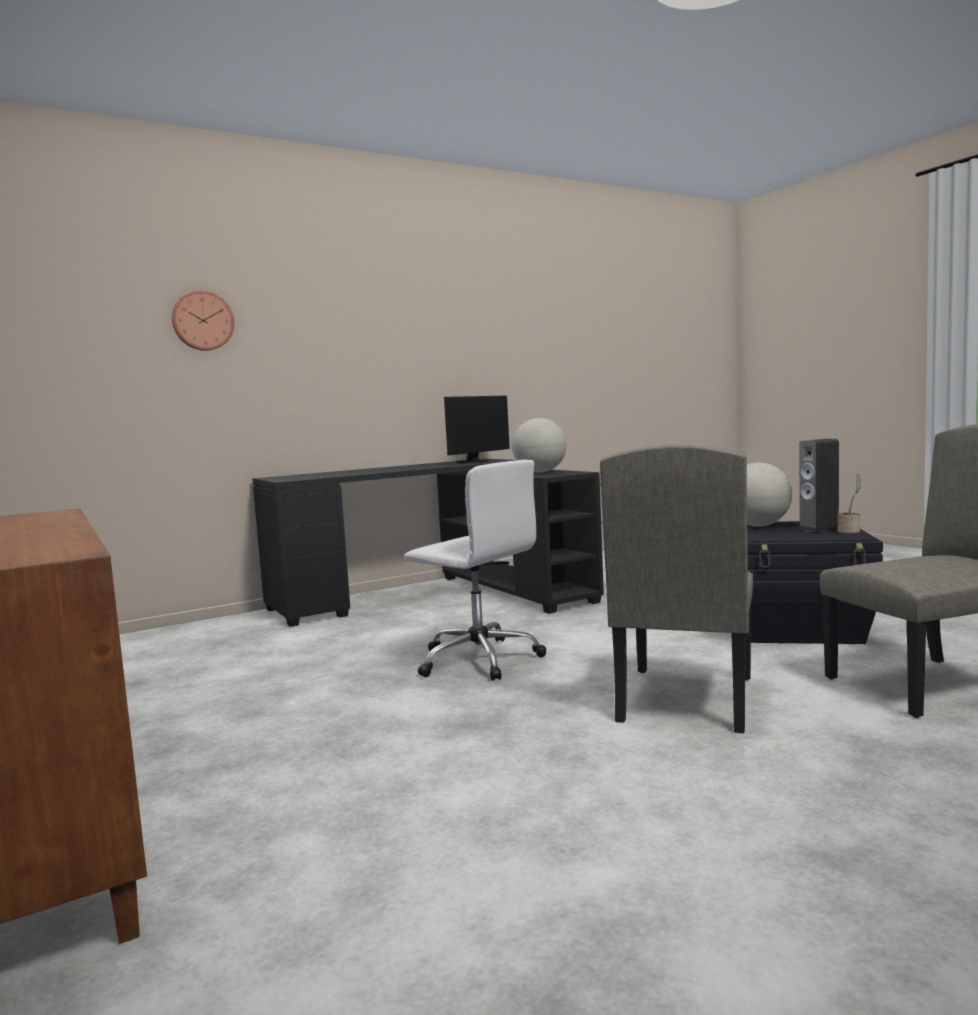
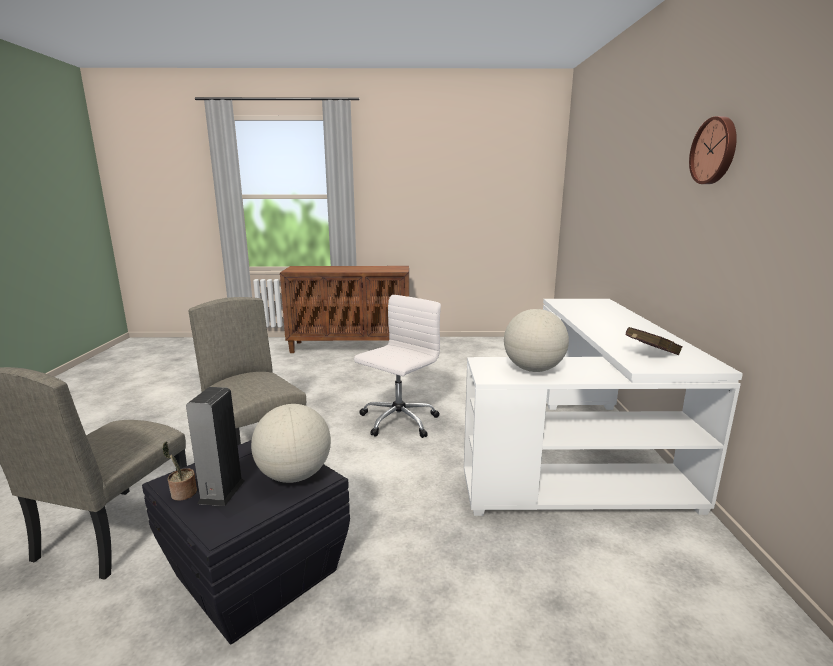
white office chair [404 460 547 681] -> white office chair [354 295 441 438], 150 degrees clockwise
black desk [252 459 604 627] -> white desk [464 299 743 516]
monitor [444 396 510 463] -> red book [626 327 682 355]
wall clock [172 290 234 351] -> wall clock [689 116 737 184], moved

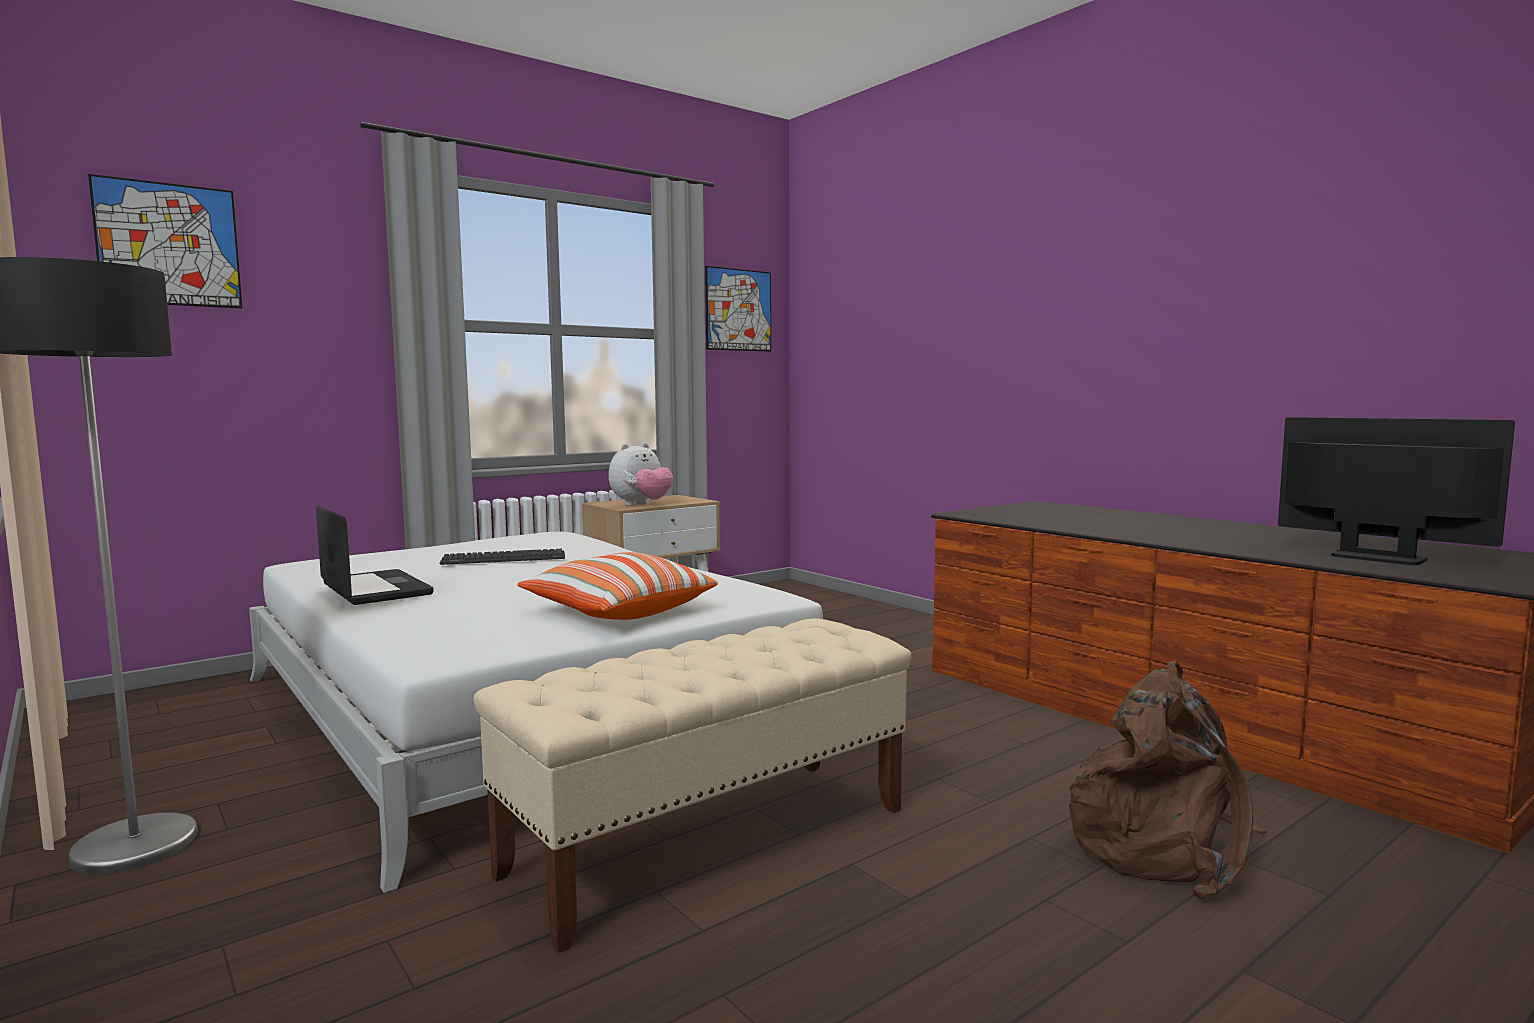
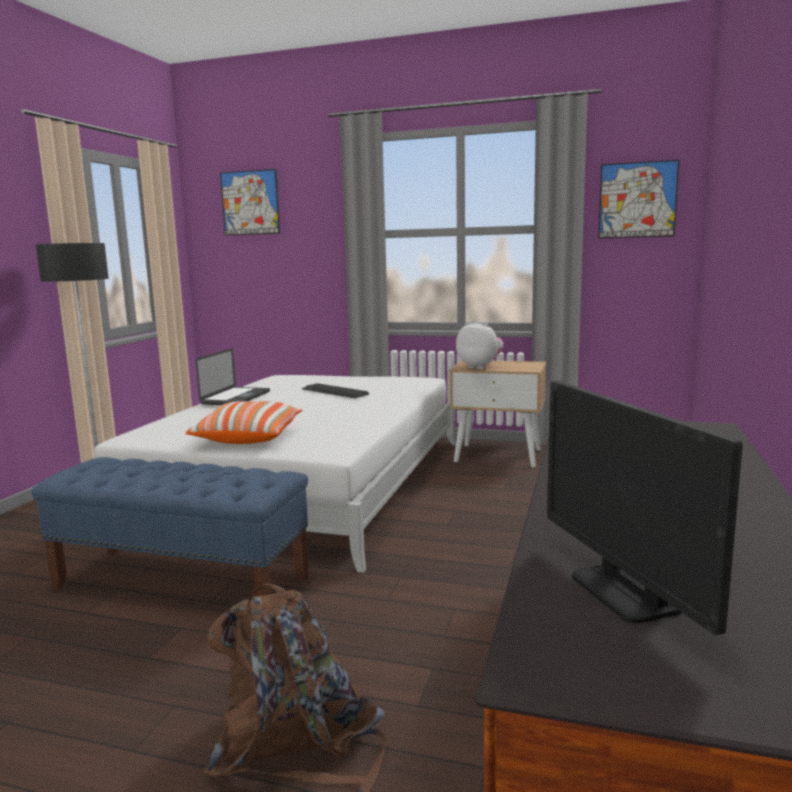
beige bench [474 618 912 953] -> blue bench [31 457 309 597]
plush toy [609 443 673 506] -> plush toy [456 321 504 369], 150 degrees counterclockwise
monitor [1278 417 1515 565] -> monitor [547 381 743 635], 150 degrees clockwise

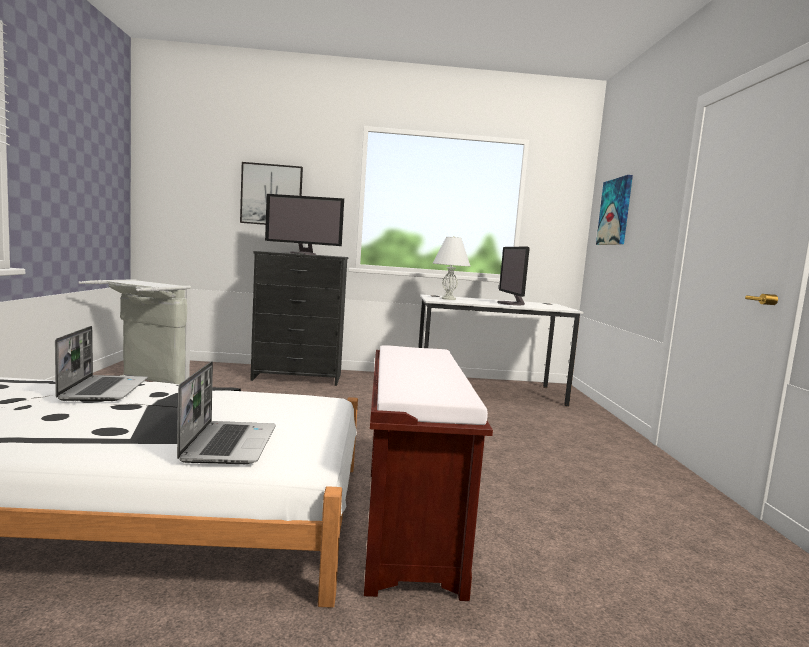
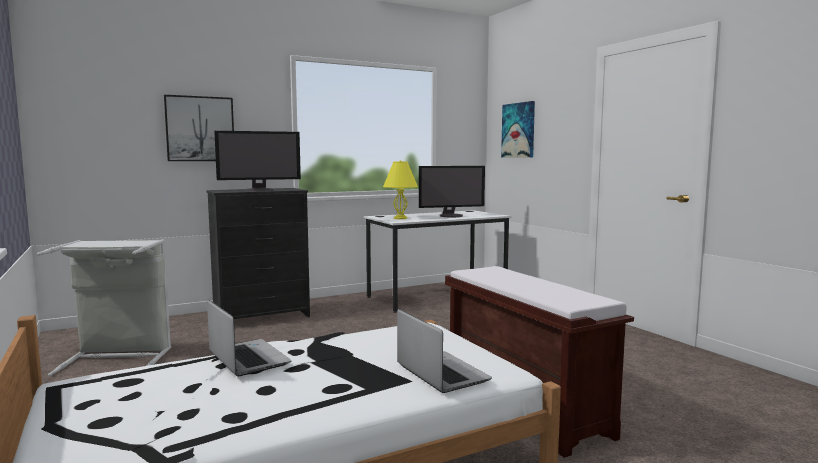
white table lamp [433 236 470 300] -> yellow table lamp [383 160 418 219]
monitor [497 246 530 305] -> monitor [419 166 485 217], 75 degrees counterclockwise

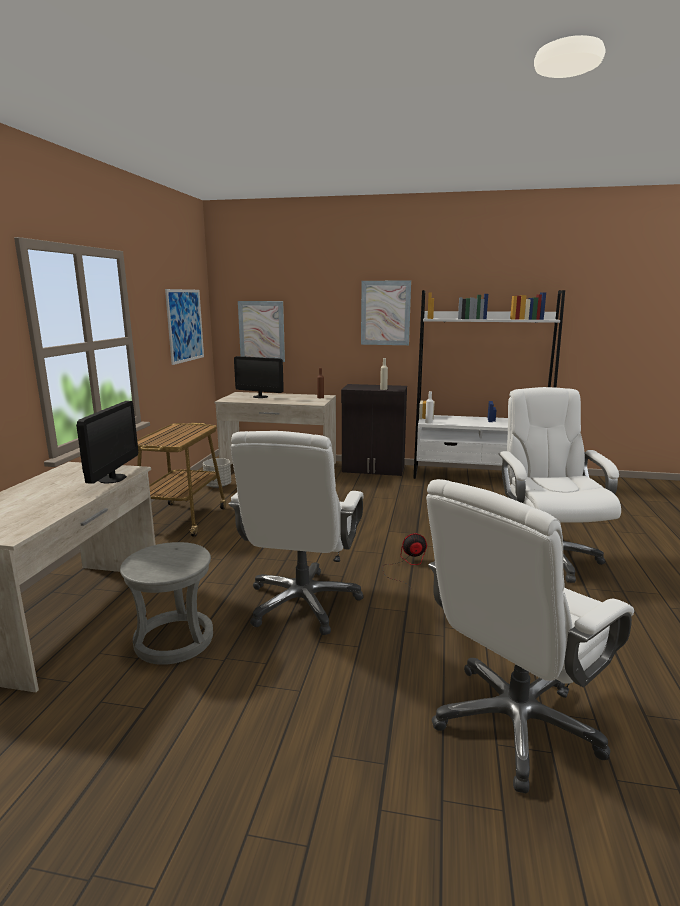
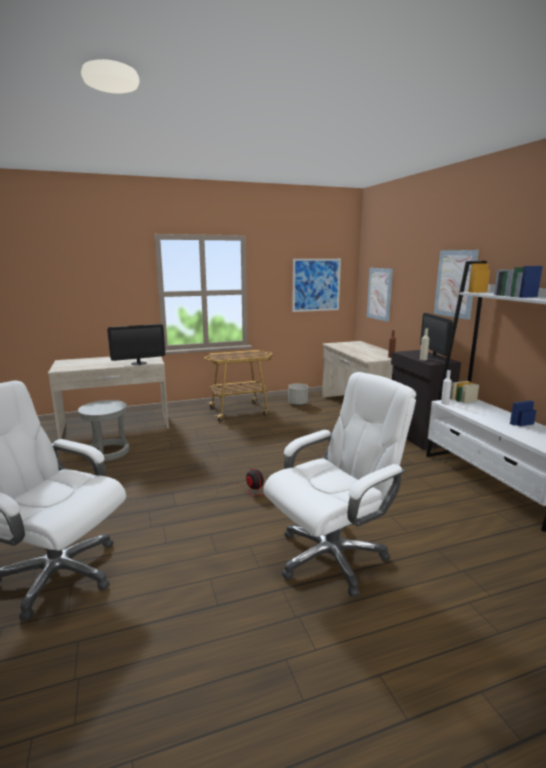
monitor [234 356 284 398] -> monitor [420 313 453 358], moved
white office chair [229 431 364 635] -> none

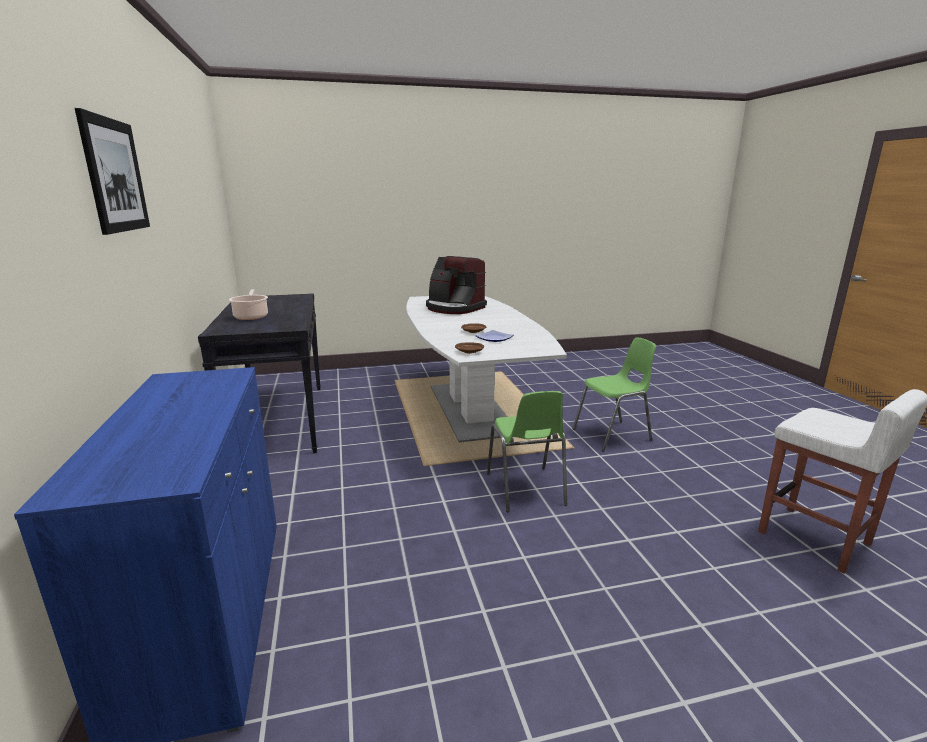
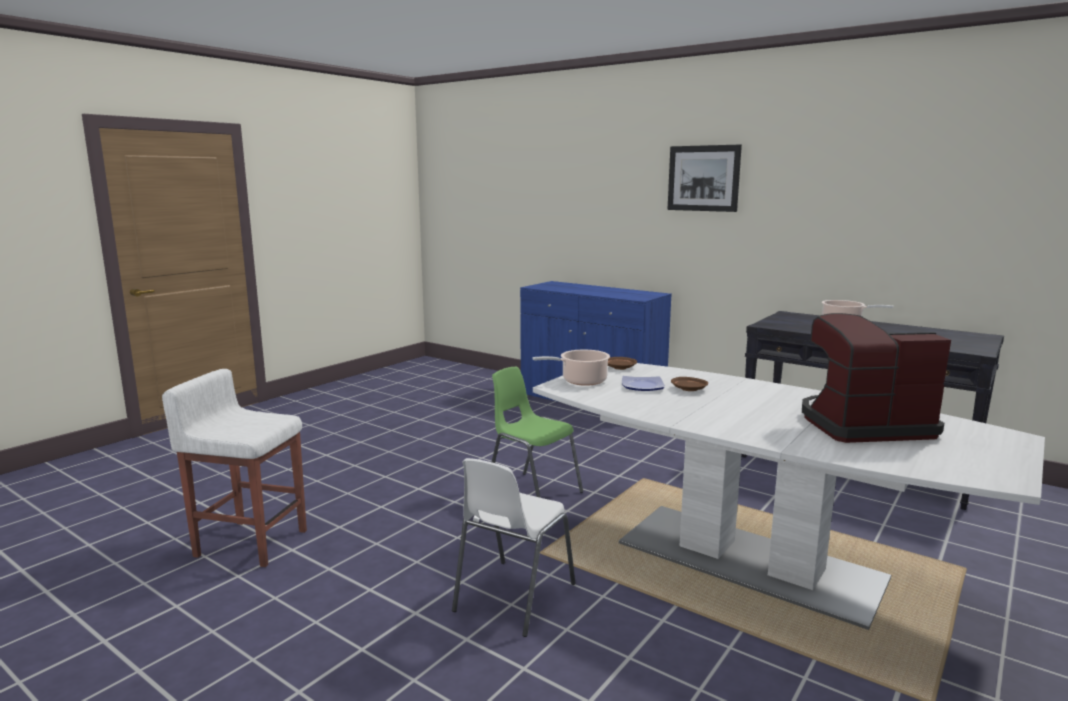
green chair [573 337 656 452] -> white chair [452 458 575 637]
none -> cooking pot [532 350 610 386]

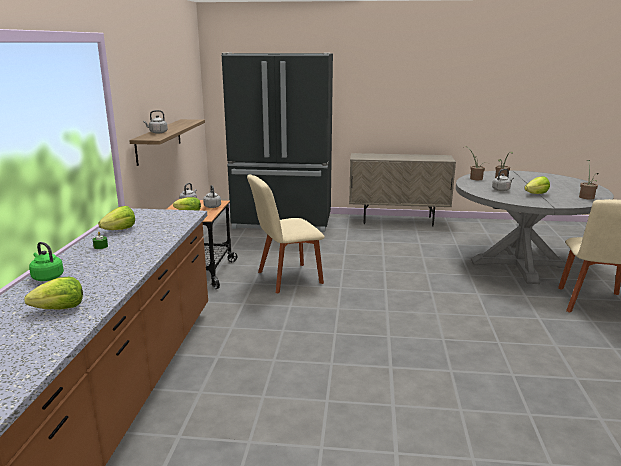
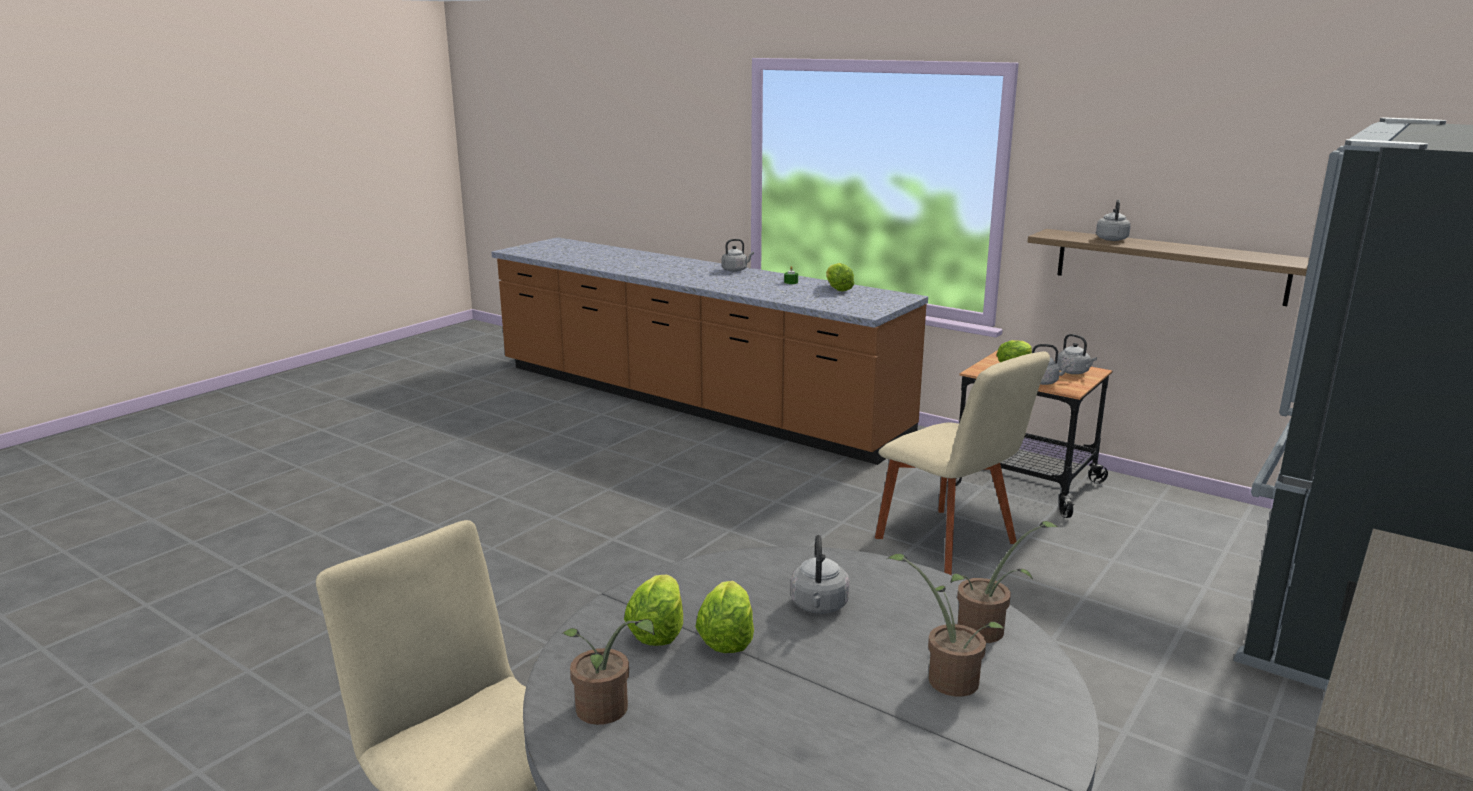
lettuce [24 277 83 310] -> lettuce [624 575 683 646], moved
green kettle [29 242 64 281] -> grey kettle [721 239 754 272]
beige chair [247 174 325 294] -> beige chair [875 351 1050 575], 135 degrees clockwise

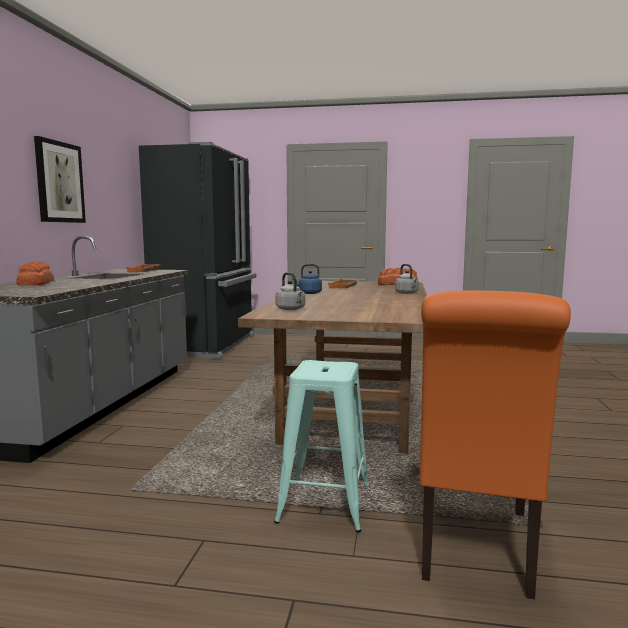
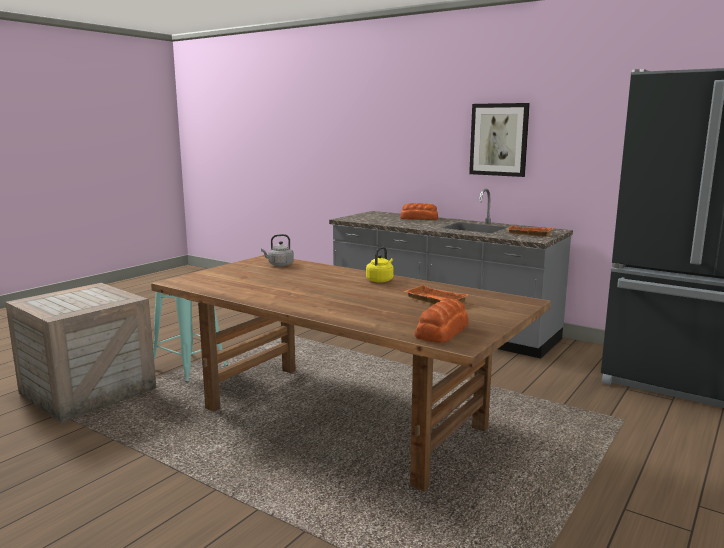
orange chair [419 291 571 599] -> crate [5 283 156 423]
blue kettle [292 264 322 294] -> yellow kettle [366 247 394 282]
grey kettle [395 264 419 294] -> none

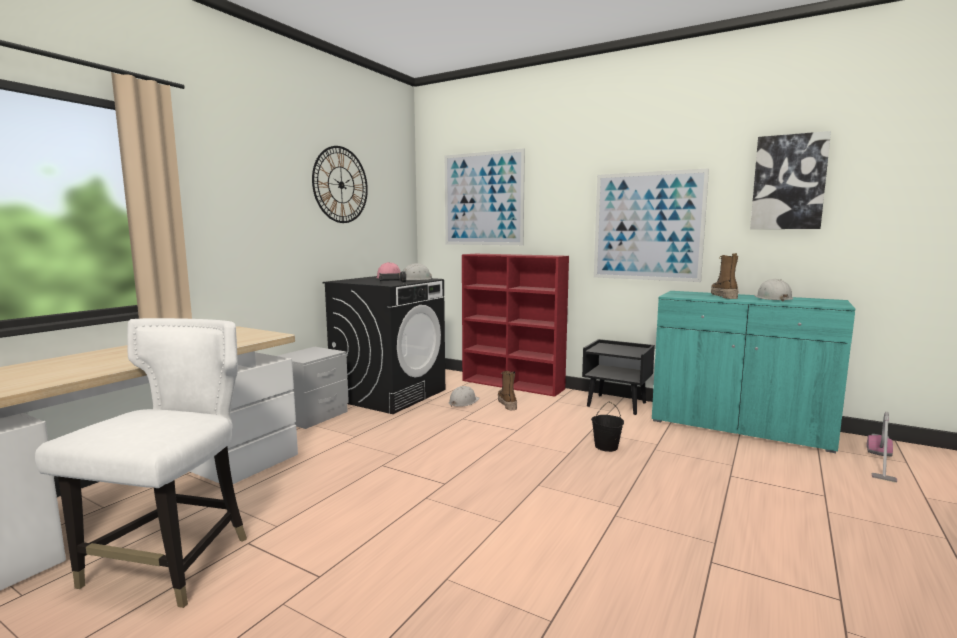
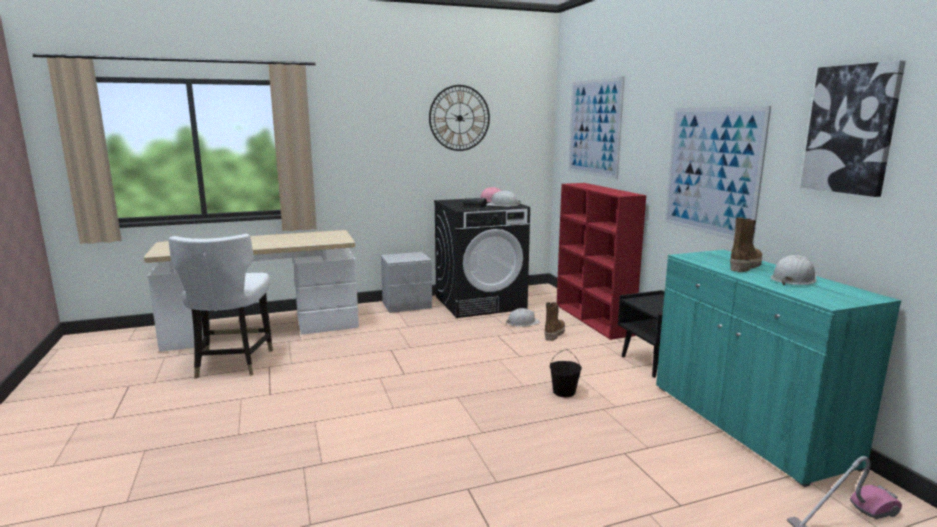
white chair [35 318 247 608] -> white chair [168 234 273 379], 120 degrees clockwise

